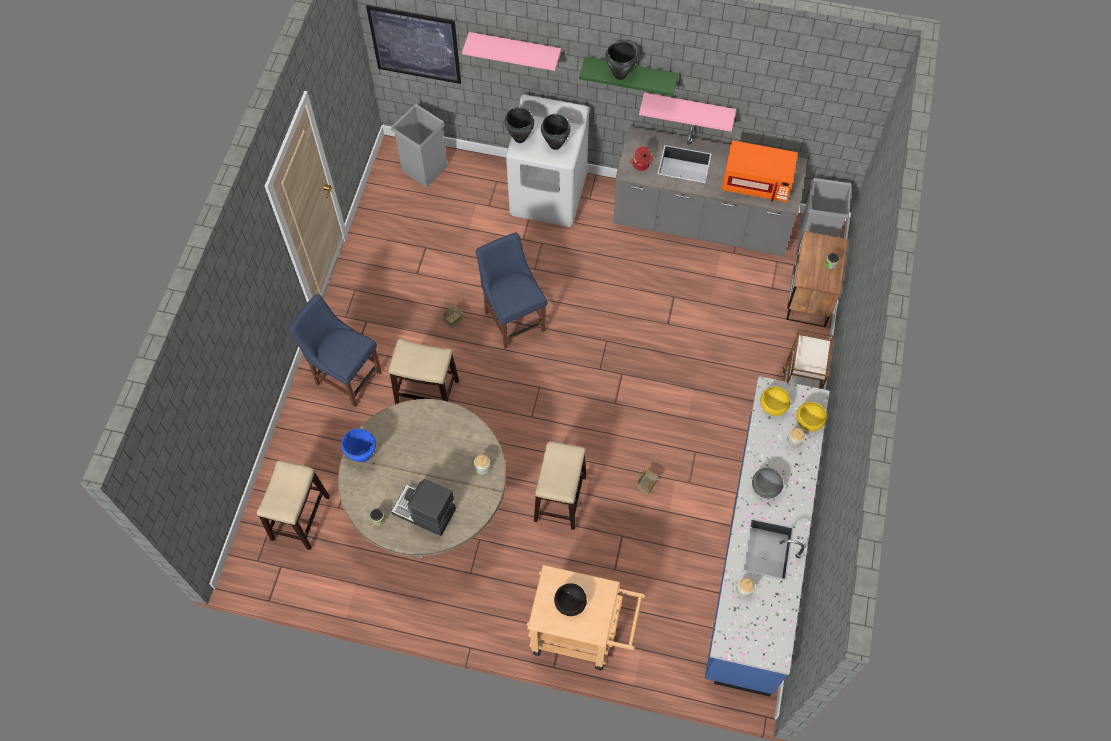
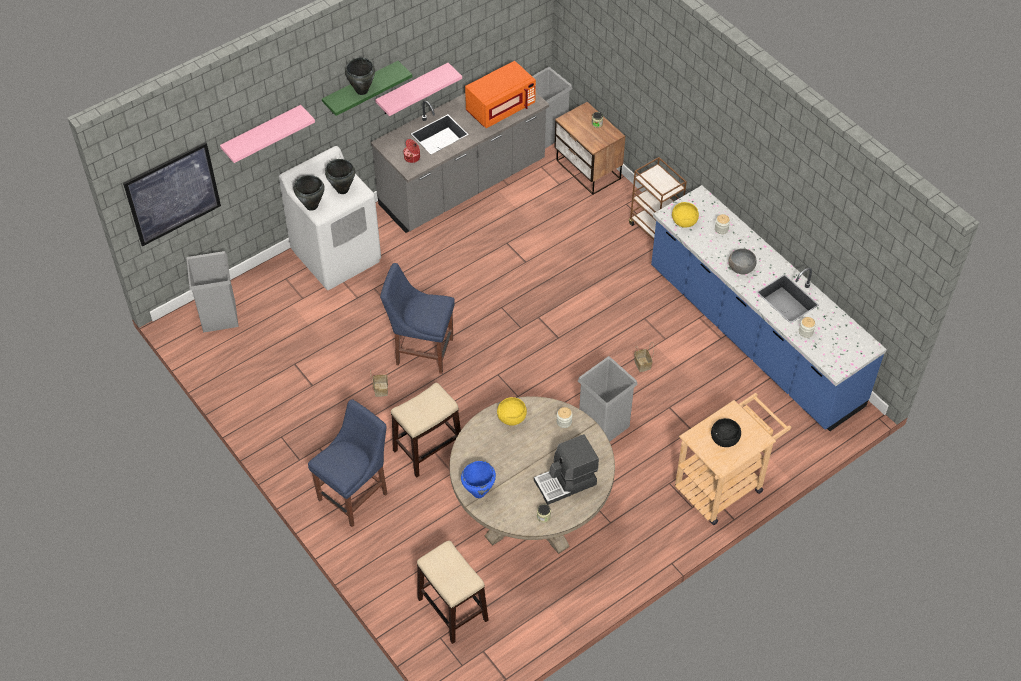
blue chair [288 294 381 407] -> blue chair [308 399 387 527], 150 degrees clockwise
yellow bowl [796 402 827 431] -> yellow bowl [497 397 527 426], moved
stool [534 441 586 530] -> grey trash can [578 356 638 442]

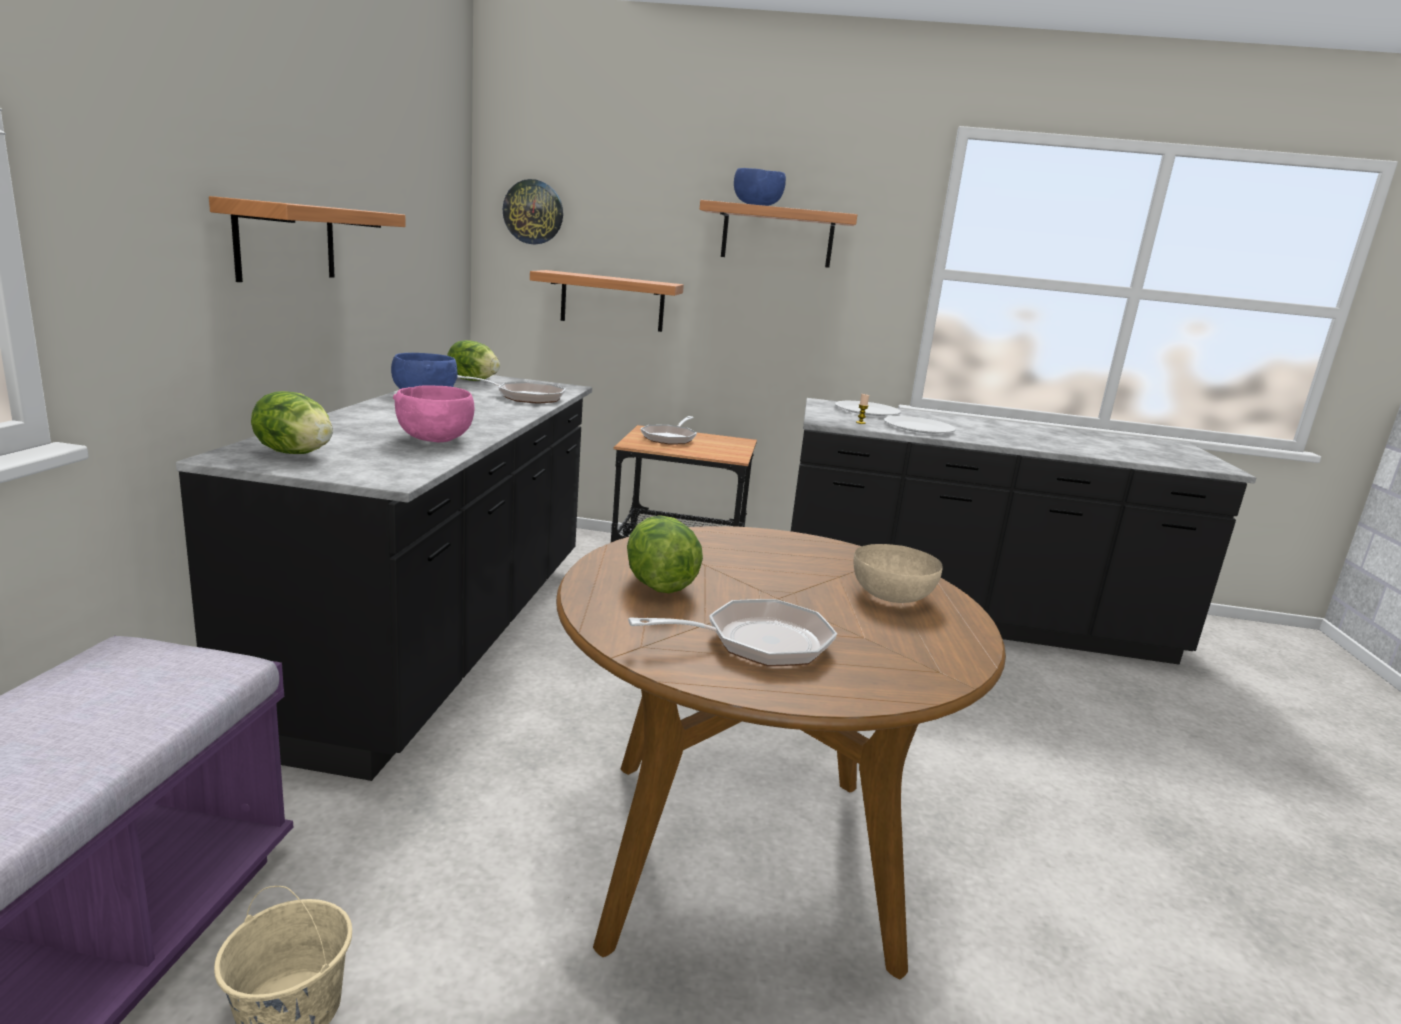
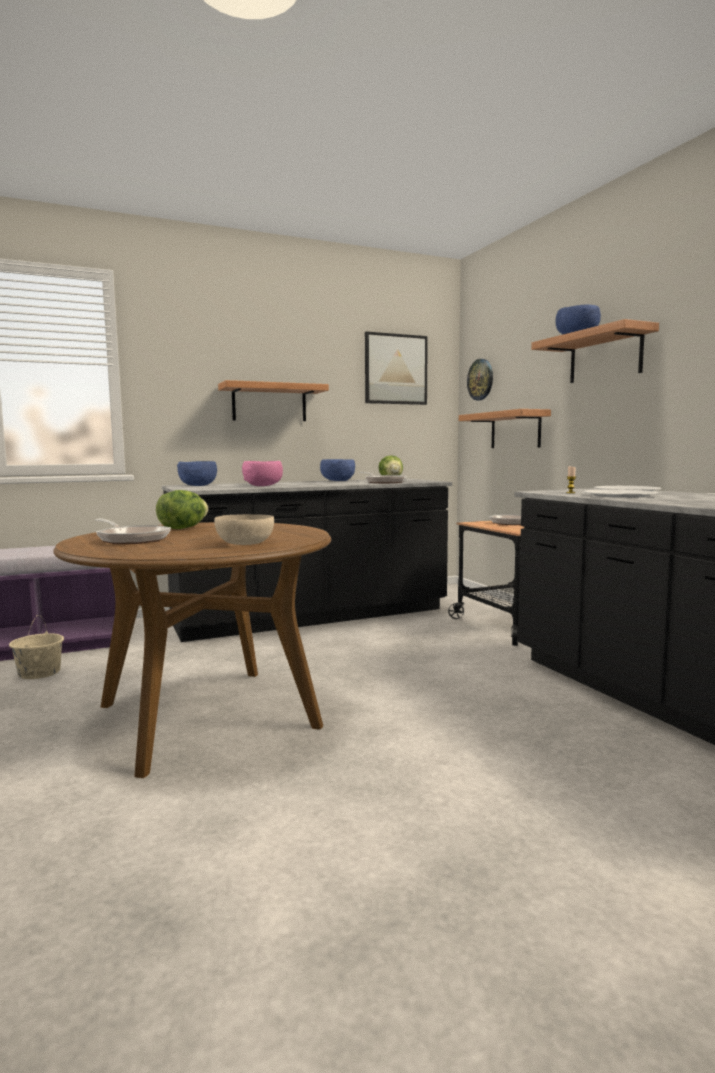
lettuce [251 391 333 454] -> blue bowl [177 461 217 486]
none -> picture [365 332 428 405]

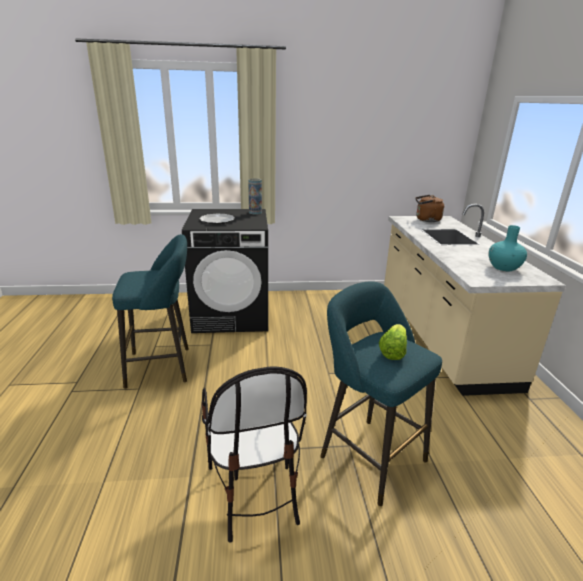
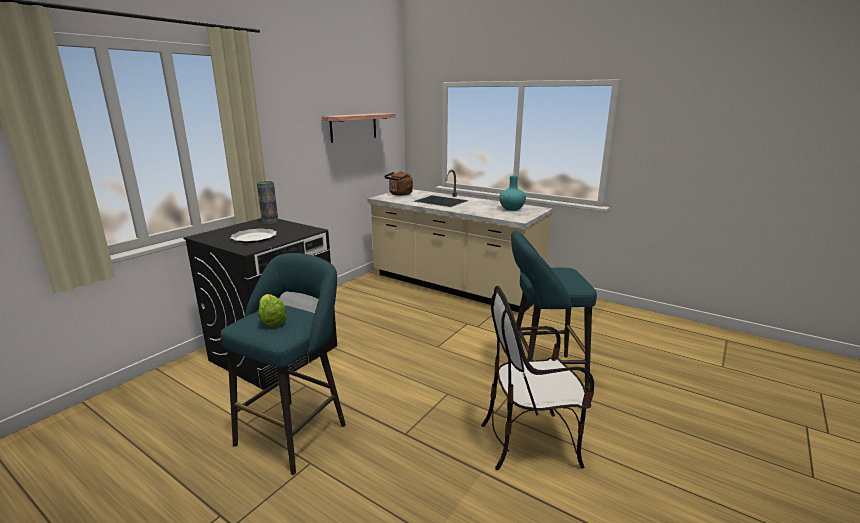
lettuce [379 324 407 360] -> lettuce [258 294 287 327], moved
none -> shelf [322 113 395 143]
chair [202 366 307 543] -> chair [481 286 594 470], 150 degrees clockwise

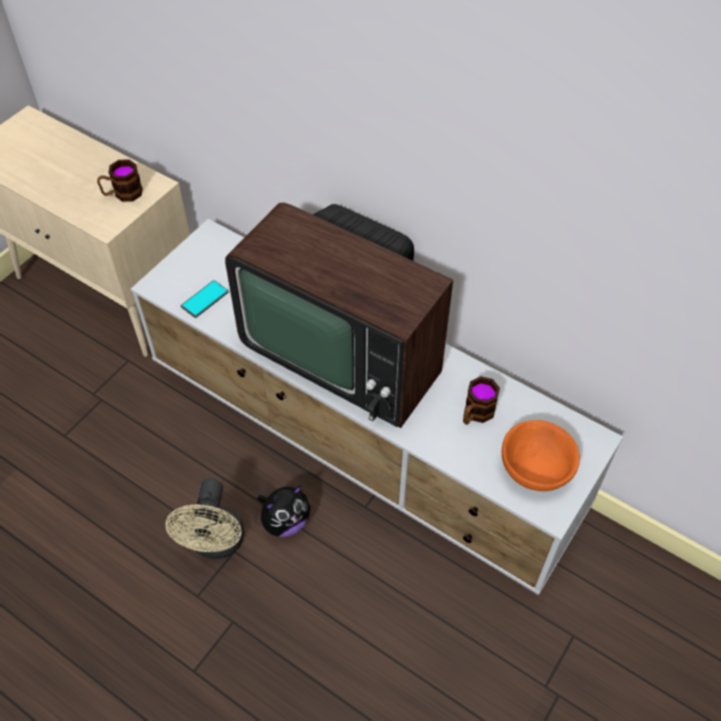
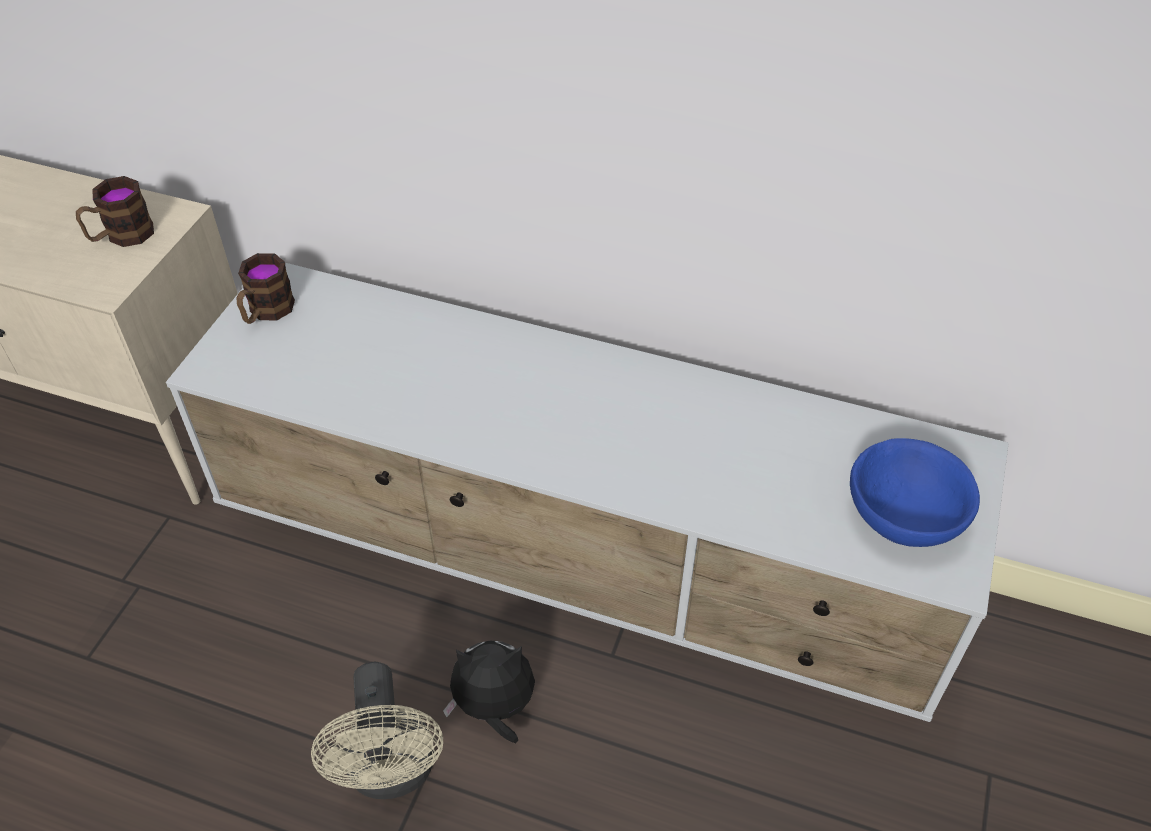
mug [463 376 500 425] -> mug [236 253 295 324], moved
plush toy [258 486 311 537] -> plush toy [443 640 535 743], 135 degrees counterclockwise
orange bowl [502 420 580 491] -> blue bowl [850 438 980 547]
phone [181 280 229 318] -> none
television [225 202 453 428] -> none

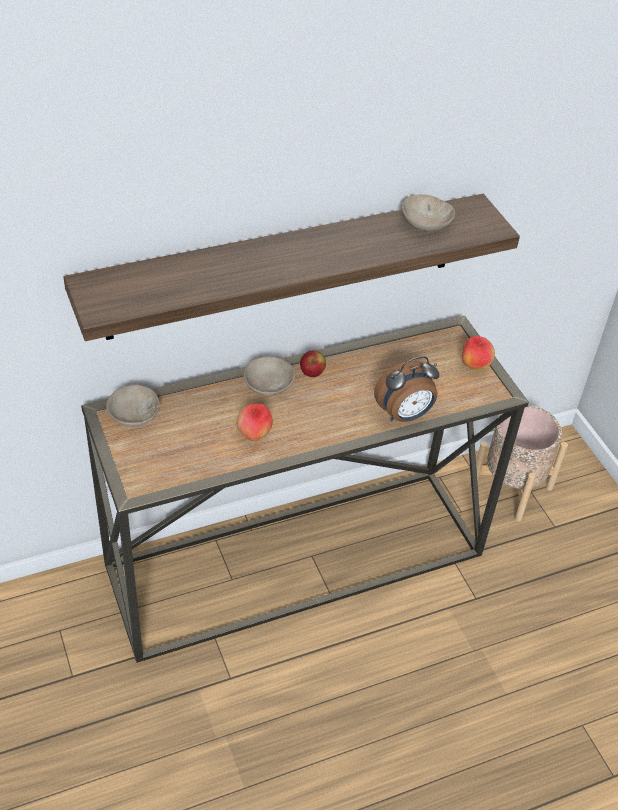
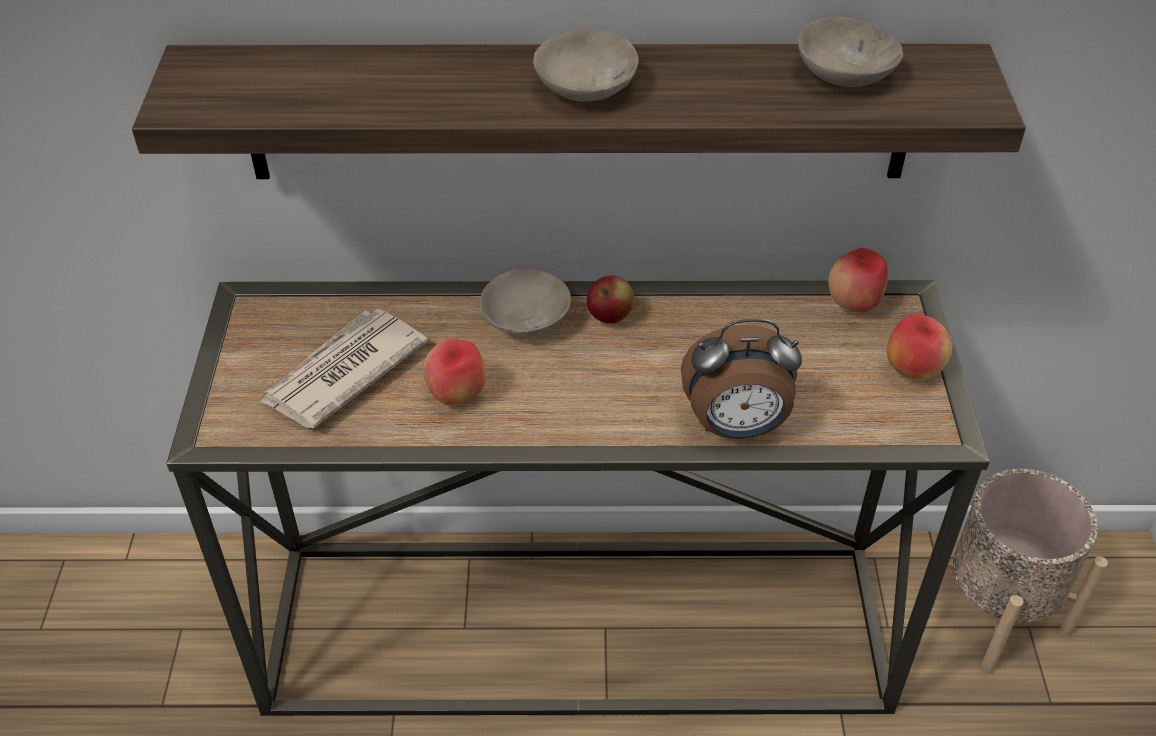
none -> newspaper [260 309 428 428]
beige bowl [106 385 159 427] -> beige bowl [533 30 639 102], moved
none -> apple [828 248 888 313]

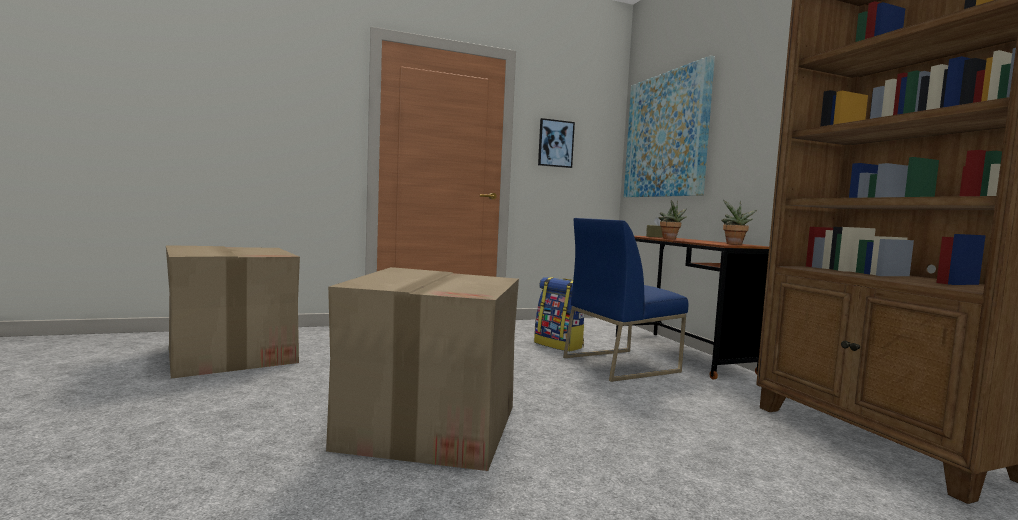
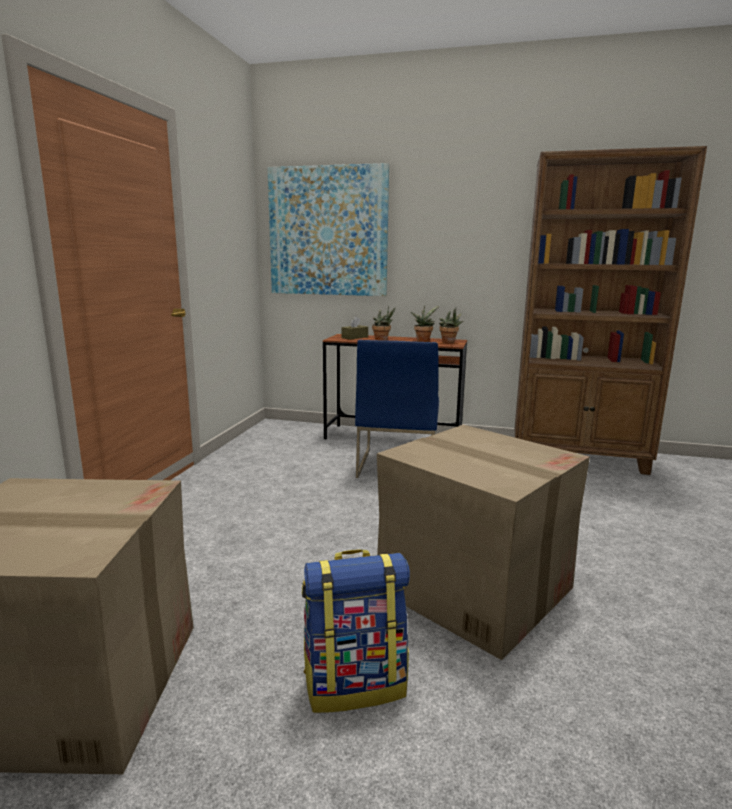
backpack [534 277 584 352] -> backpack [302 549 410 713], moved
none -> potted plant [410 305 440 342]
picture [538 118 575 168] -> none

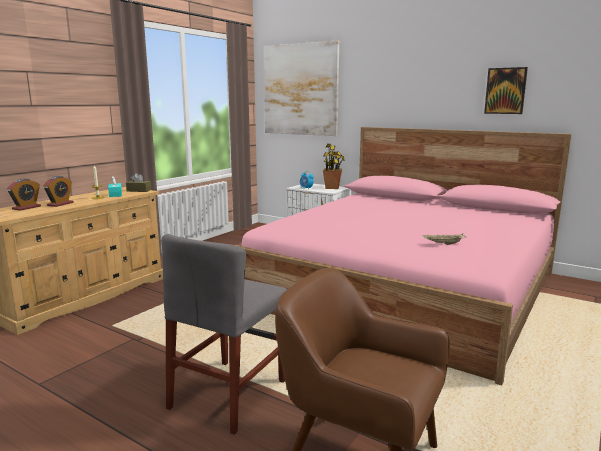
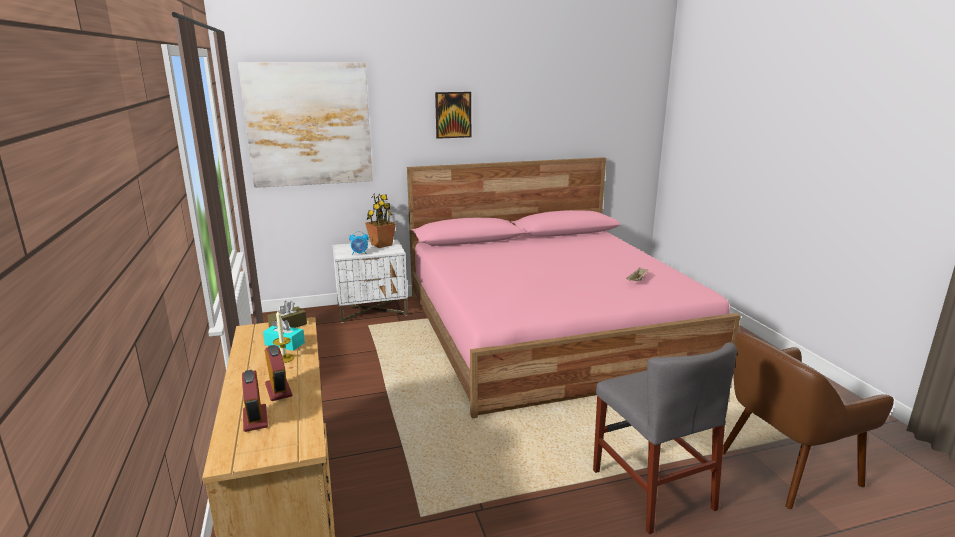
picture [484 67 528 114] -> picture [435 92 471 139], moved

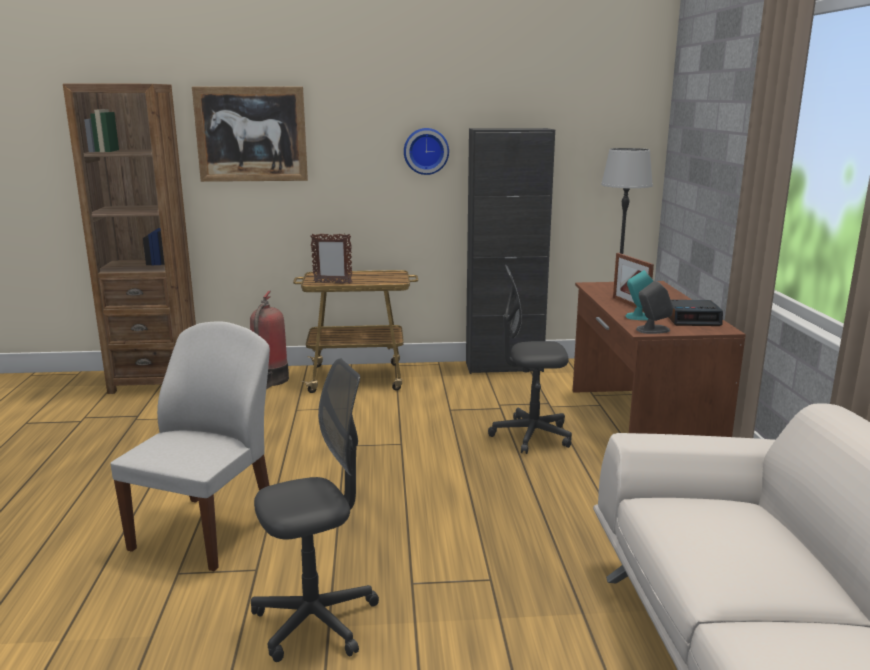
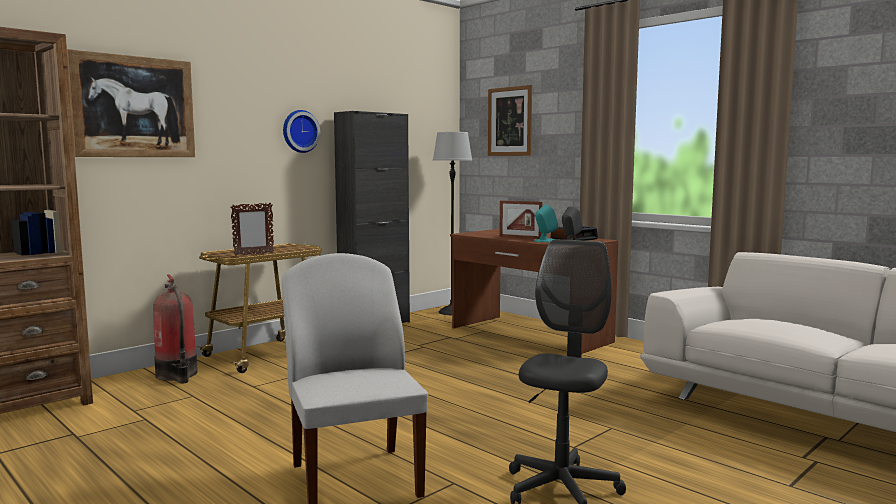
none -> picture [488 85 532 156]
grey office chair [488 265 572 454] -> none

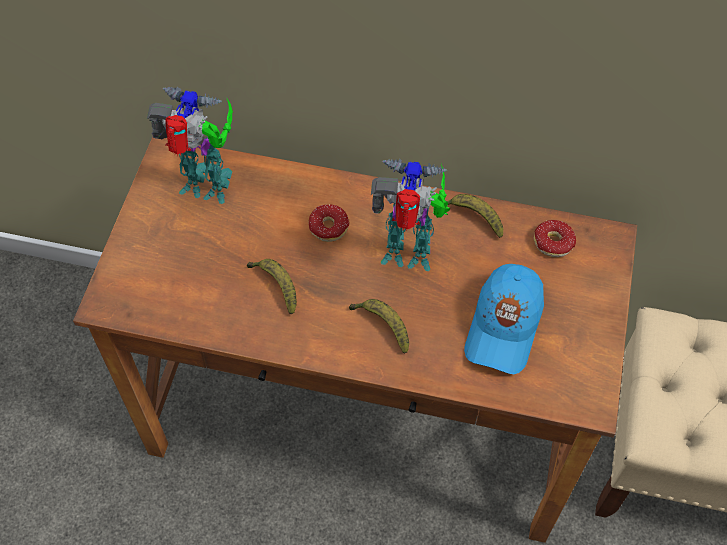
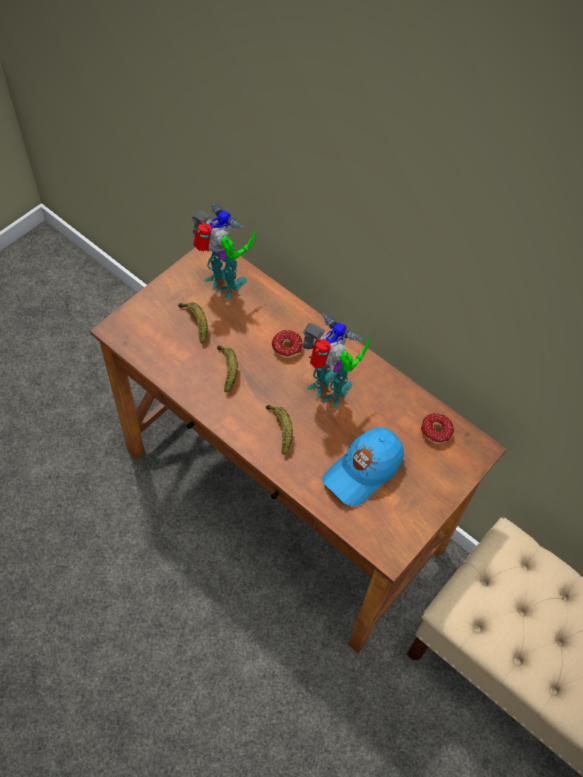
banana [447 194 503 238] -> banana [178 302 208 343], moved

